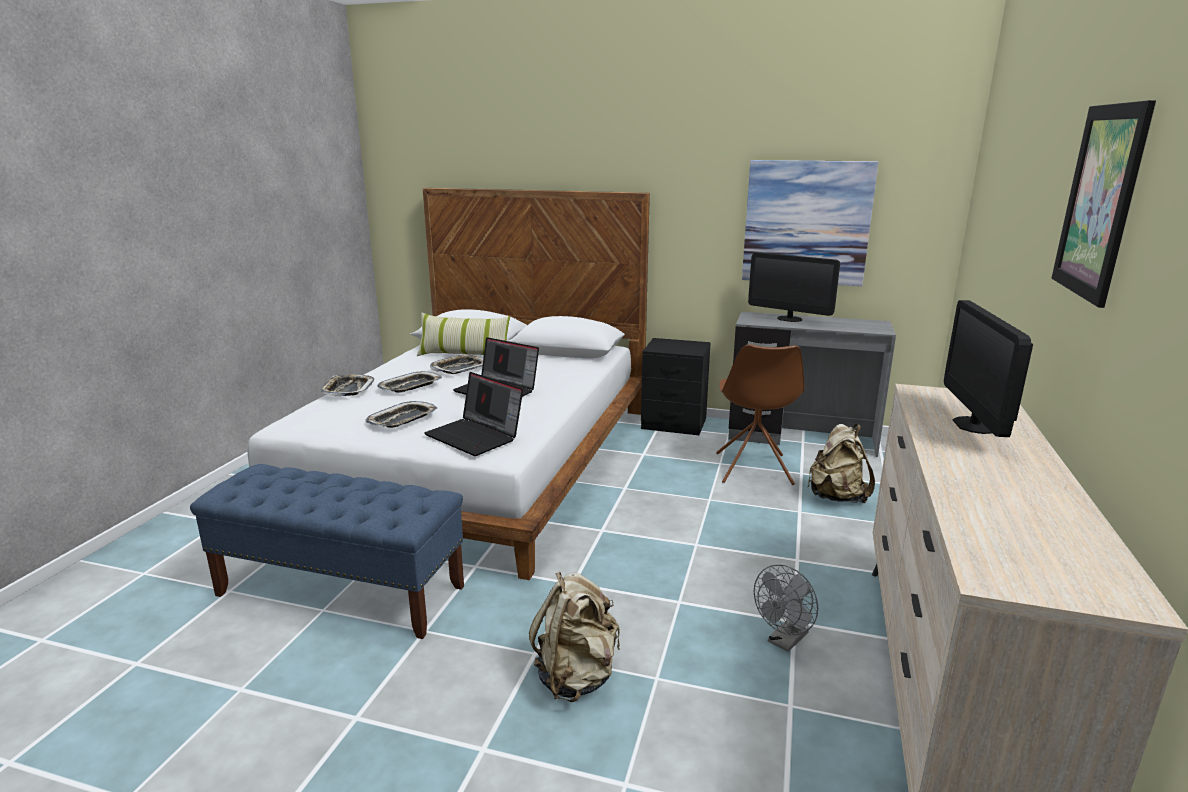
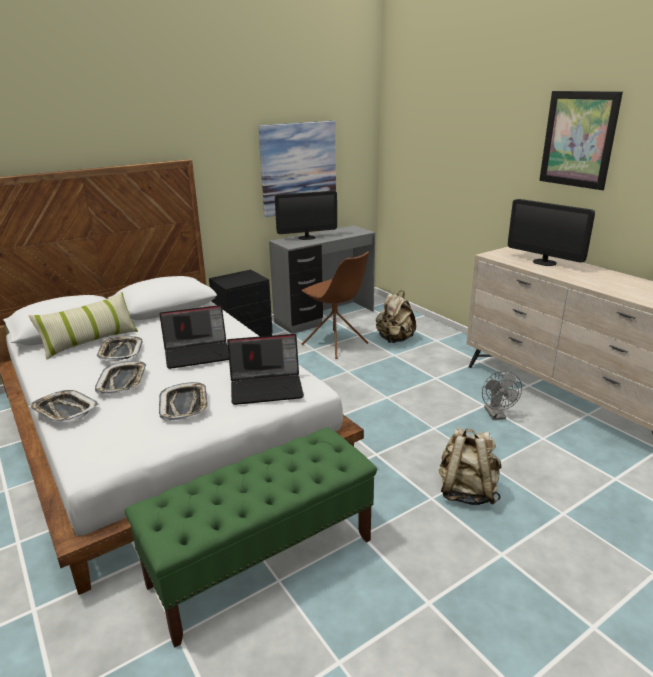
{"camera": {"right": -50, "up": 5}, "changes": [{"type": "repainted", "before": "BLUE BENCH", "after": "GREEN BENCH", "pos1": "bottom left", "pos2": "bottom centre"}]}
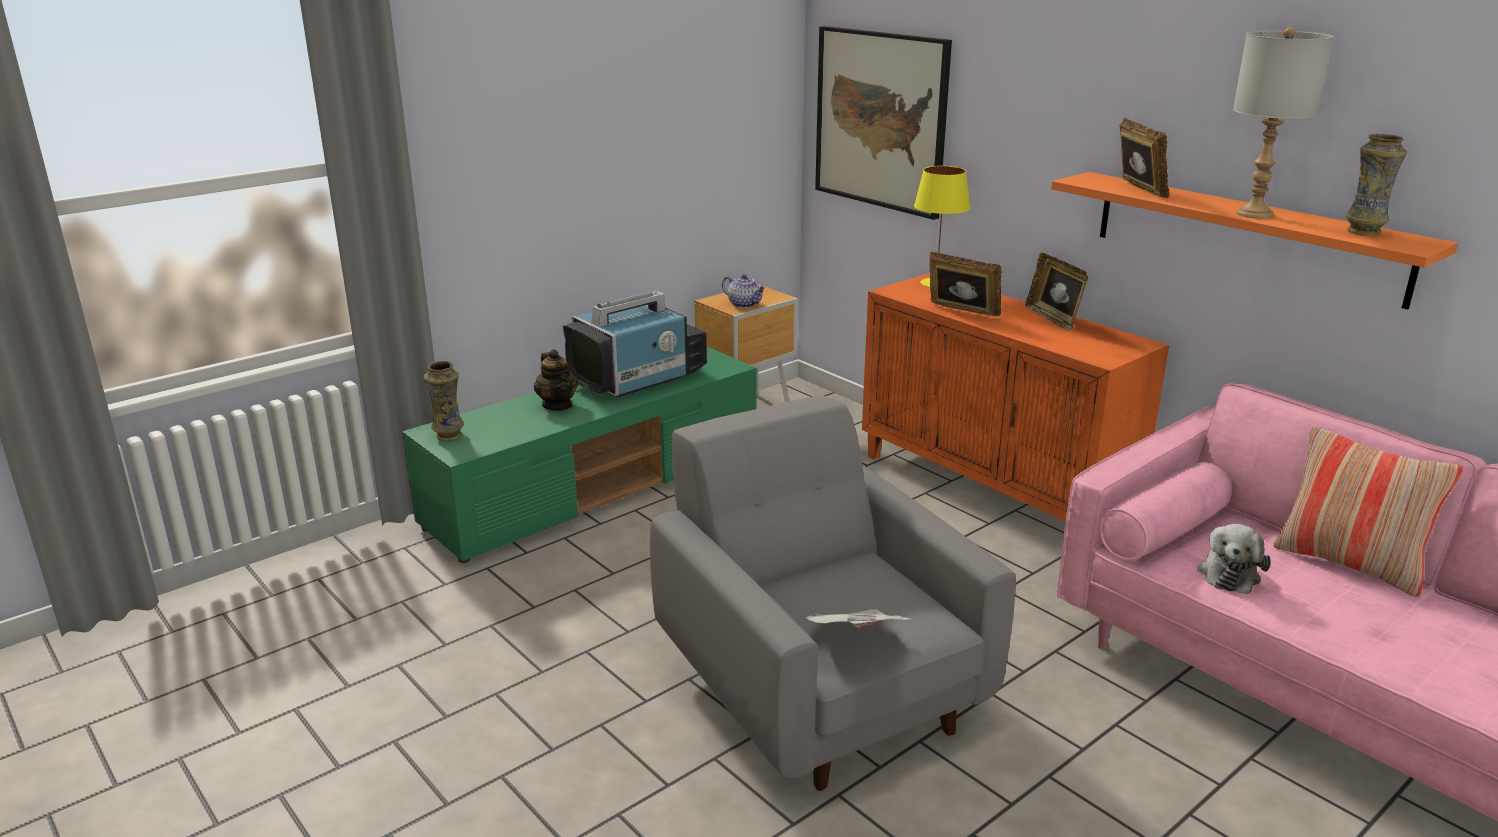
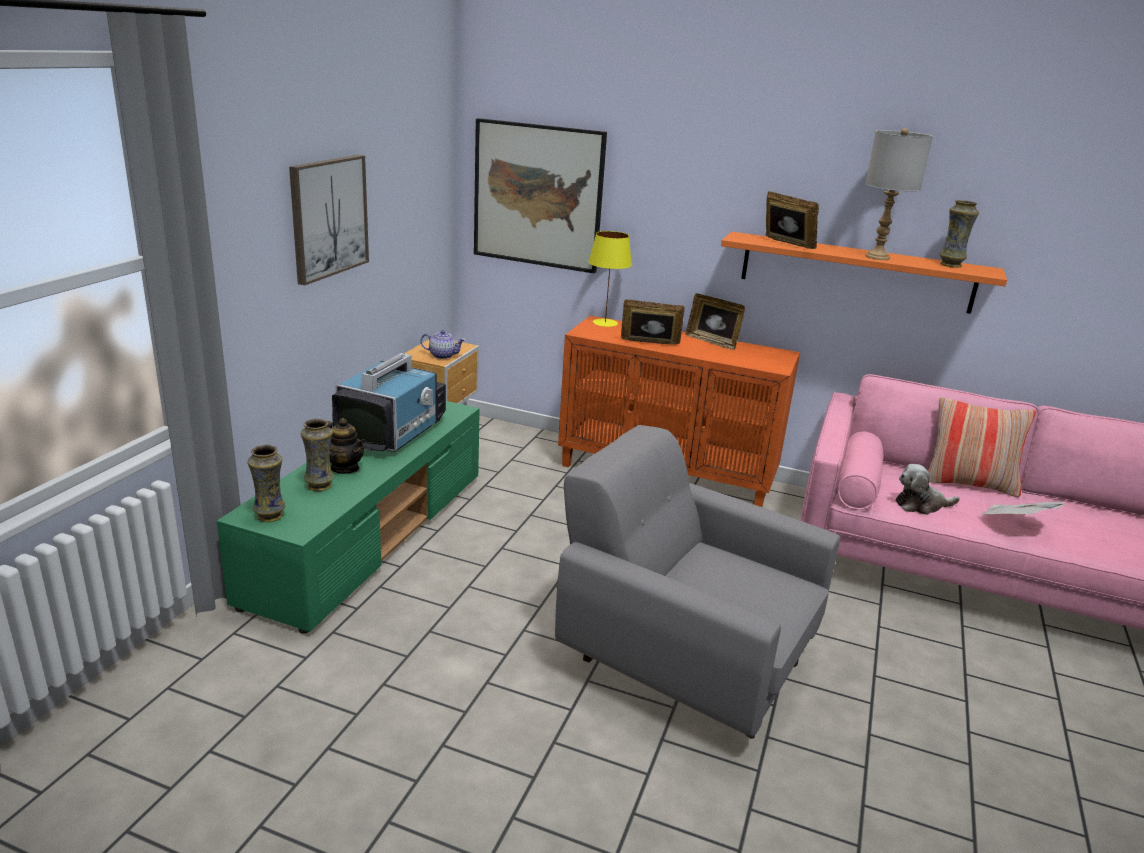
{"camera": {"right": -30, "up": 0}, "changes": [{"type": "rotated", "before": "PLUSH TOY", "pos1": "bottom right", "pos2": "middle right", "turn": 90}, {"type": "shifted", "before": "NEWSPAPER", "pos1": "bottom centre", "pos2": "middle right"}, {"type": "new", "after": "PICTURE (no. 1 from left)", "pos2": "top left"}, {"type": "new", "after": "VASE (no. 2 from left)", "pos2": "middle left"}]}
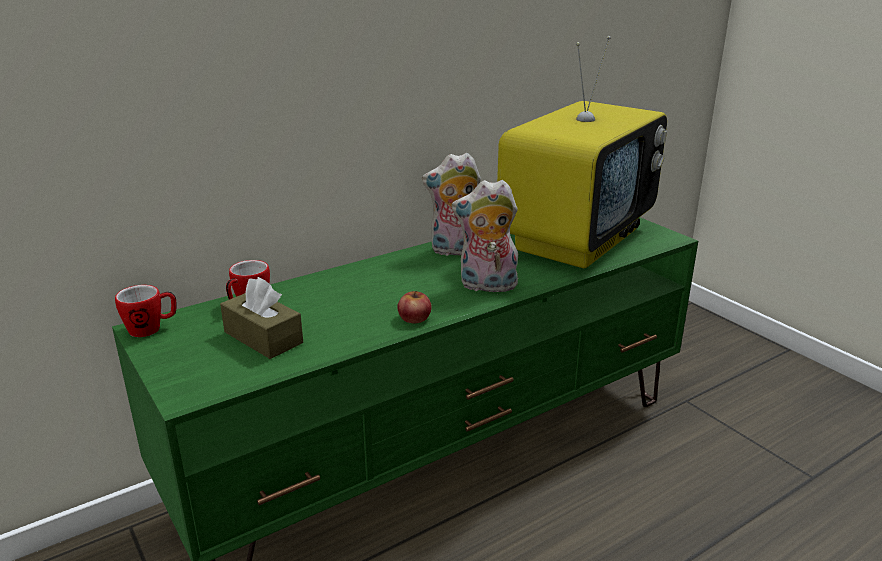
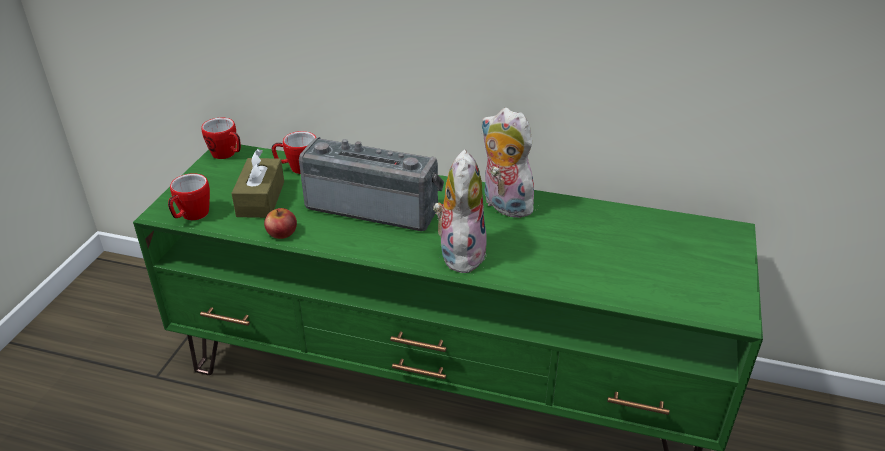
{"camera": {"right": 50, "up": 10}, "changes": [{"type": "gone", "before": "TELEVISION", "pos1": "top centre"}, {"type": "rotated", "before": "PLUSH TOY (no. 2 from left in the first image)", "pos1": "centre", "pos2": "centre", "turn": 45}, {"type": "shifted", "before": "APPLE", "pos1": "centre", "pos2": "middle left"}, {"type": "new", "after": "RADIO", "pos2": "centre"}, {"type": "new", "after": "MUG (no. 1 from left)", "pos2": "middle left"}]}
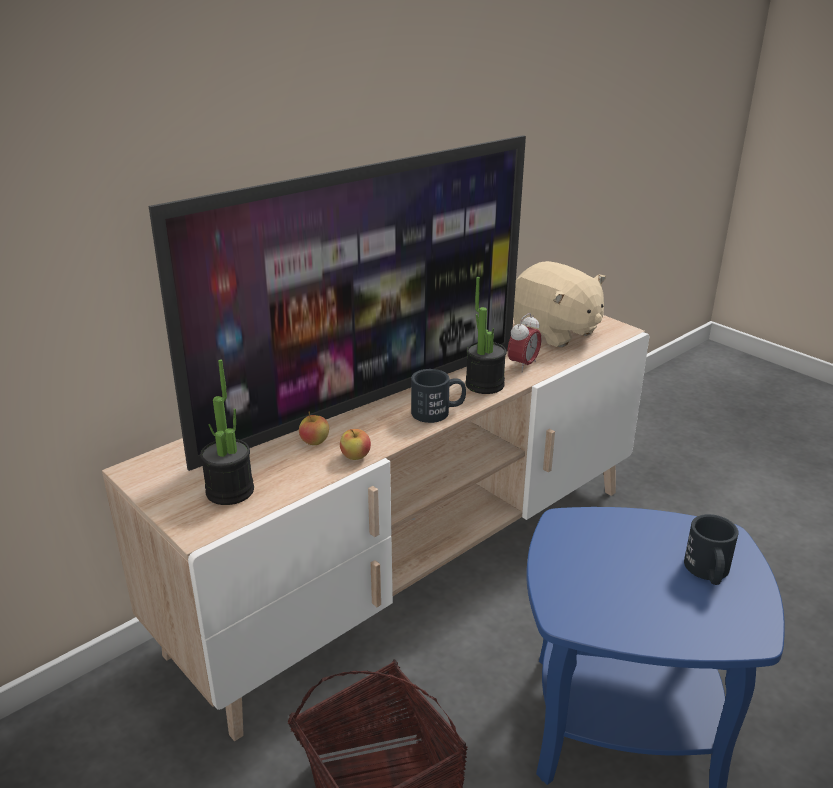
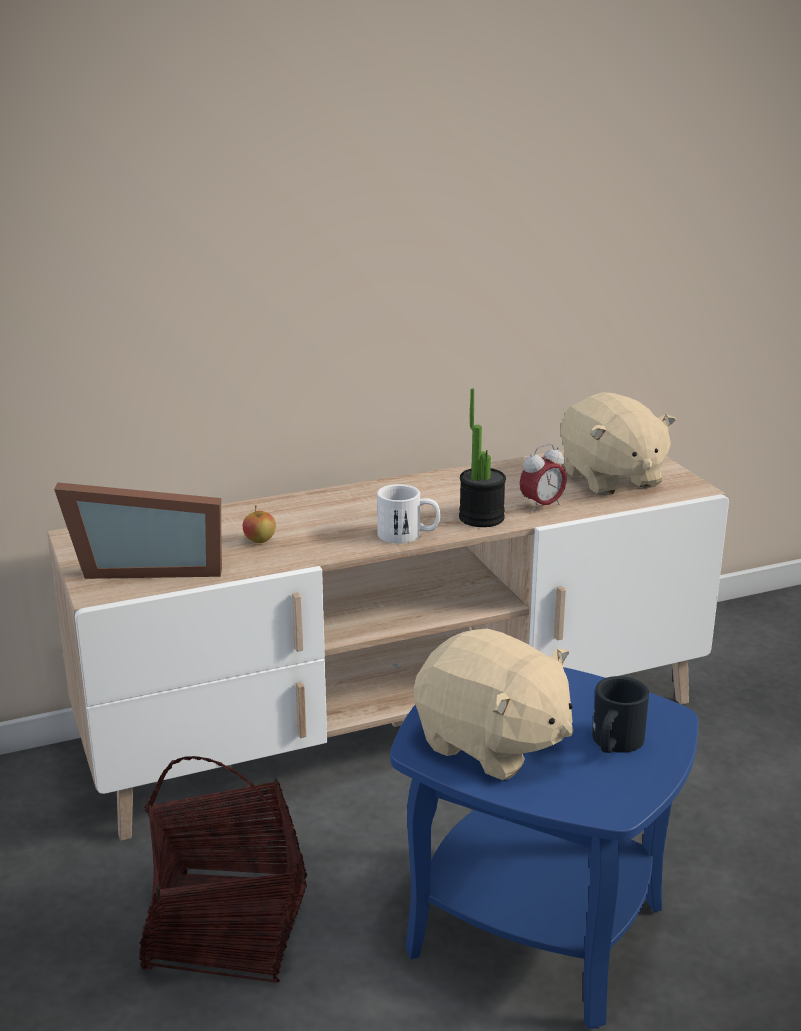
{"camera": {"right": 20, "up": -5}, "changes": [{"type": "gone", "before": "TELEVISION", "pos1": "centre"}, {"type": "swapped", "before": "POTTED PLANT (no. 1 from left)", "after": "PICTURE FRAME", "pos1": "middle left", "pos2": "middle left"}, {"type": "repainted", "before": "BLACK MUG (no. 1 from left)", "after": "WHITE MUG", "pos1": "centre", "pos2": "centre"}, {"type": "gone", "before": "APPLE (no. 2 from left)", "pos1": "centre"}, {"type": "new", "after": "BEIGE PLUSH TOY (no. 1 from left)", "pos2": "bottom centre"}]}
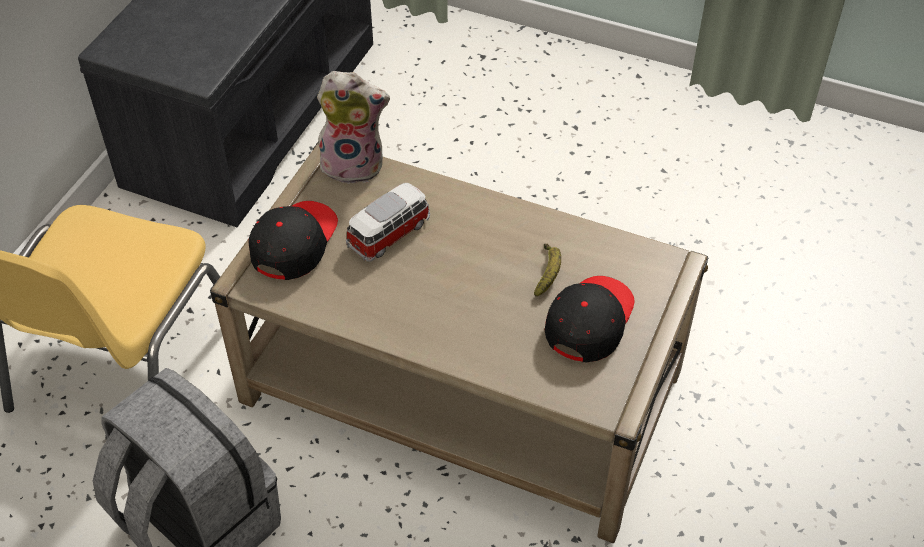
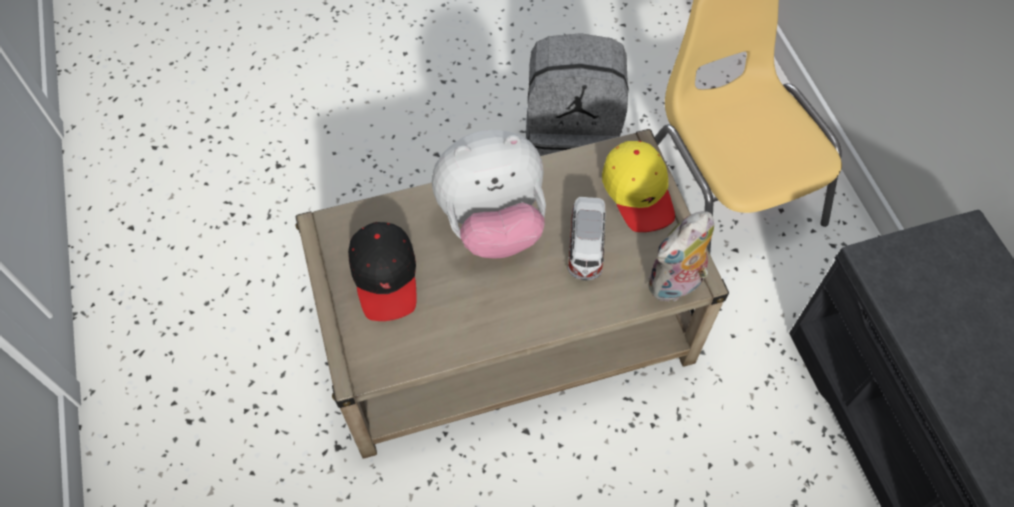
{"camera": {"right": 140, "up": 10}, "changes": [{"type": "repainted", "before": "BLACK CAP (no. 1 from left)", "after": "YELLOW CAP", "pos1": "middle left", "pos2": "centre"}, {"type": "gone", "before": "BANANA", "pos1": "centre"}, {"type": "new", "after": "PLUSH TOY (no. 1 from left)", "pos2": "centre"}]}
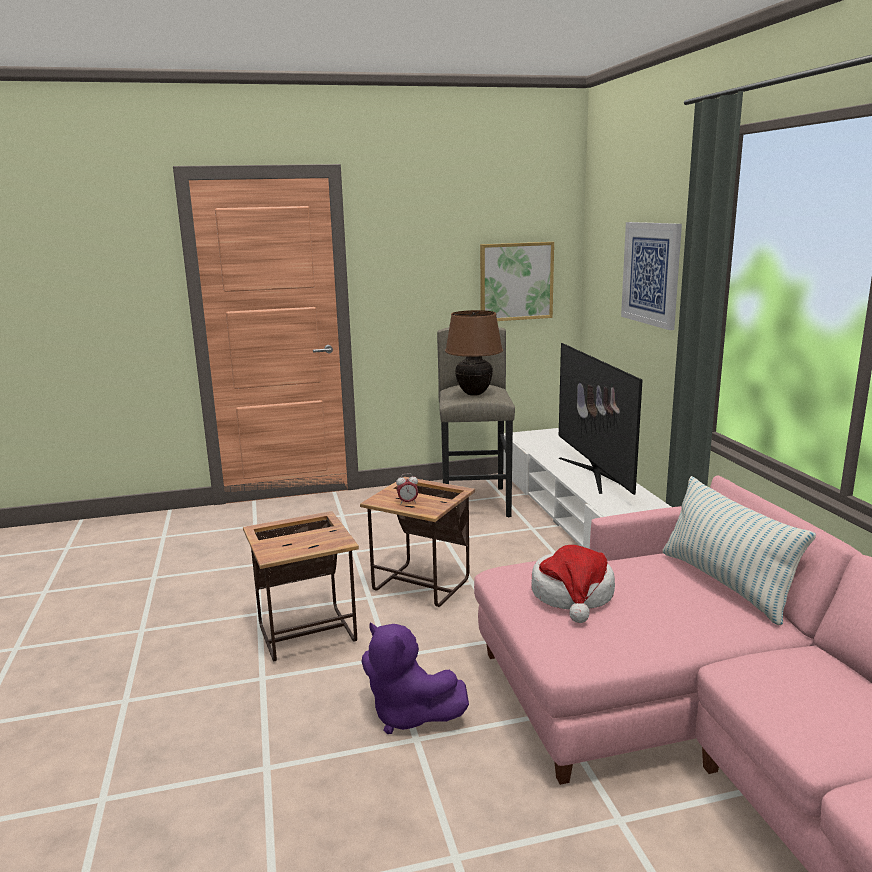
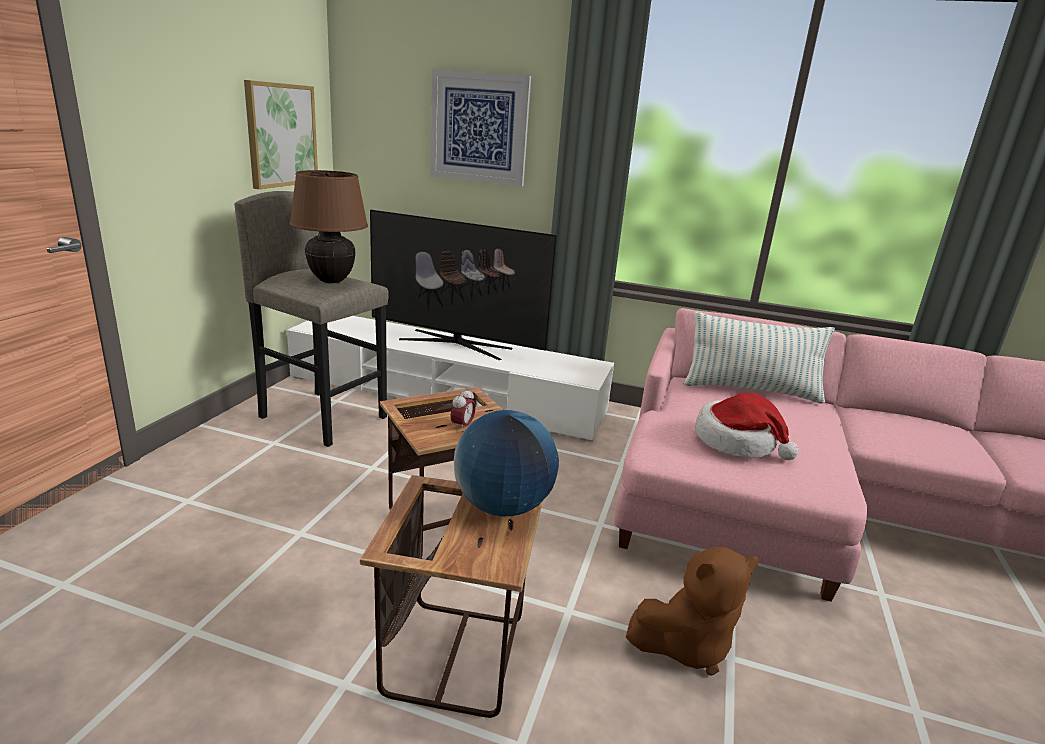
{"camera": {"right": -60, "up": 5}, "changes": [{"type": "repainted", "before": "PURPLE PLUSH TOY", "after": "BROWN PLUSH TOY", "pos1": "bottom centre", "pos2": "bottom centre"}, {"type": "new", "after": "GLOBE", "pos2": "centre"}]}
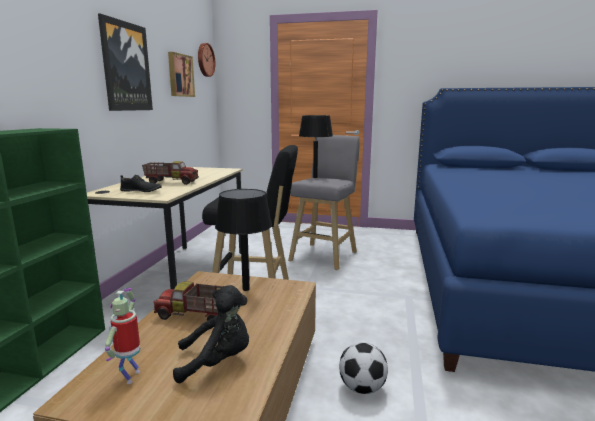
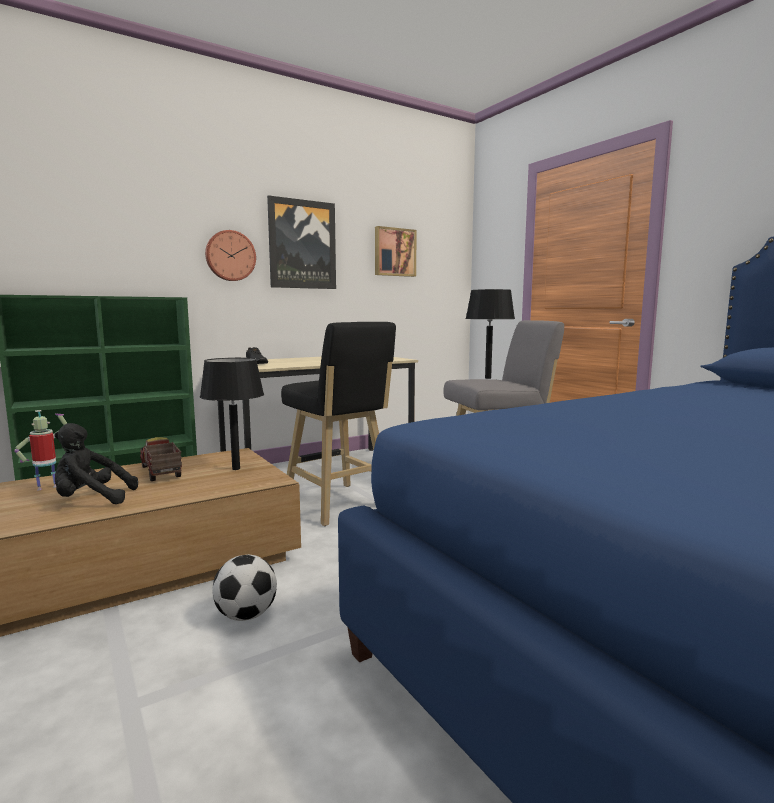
{"camera": {"right": 45, "up": -5}, "changes": [{"type": "shifted", "before": "WALL CLOCK", "pos1": "top centre", "pos2": "top left"}, {"type": "gone", "before": "TOY TRUCK (no. 1 from left)", "pos1": "middle left"}, {"type": "rotated", "before": "BLACK PLUSH TOY", "pos1": "bottom centre", "pos2": "middle left", "turn": 135}]}
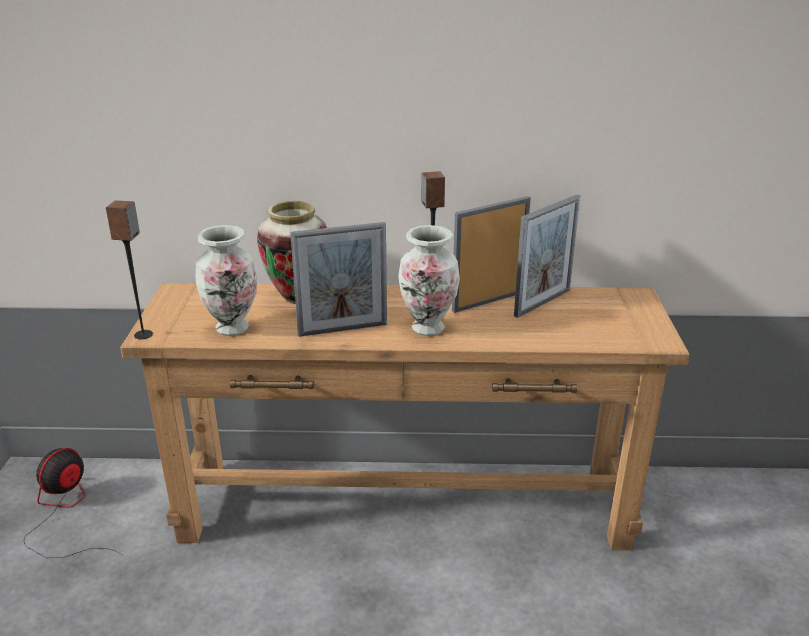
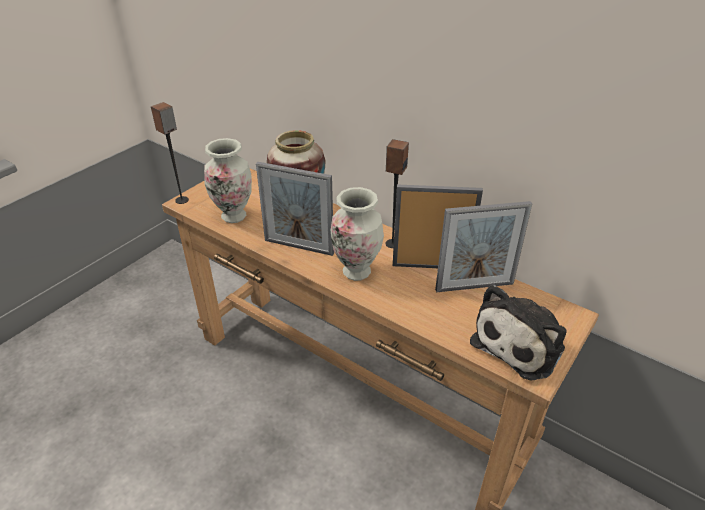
{"camera": {"right": 35, "up": 10}, "changes": [{"type": "gone", "before": "FAN", "pos1": "bottom left"}, {"type": "new", "after": "PLUSH TOY", "pos2": "middle right"}]}
